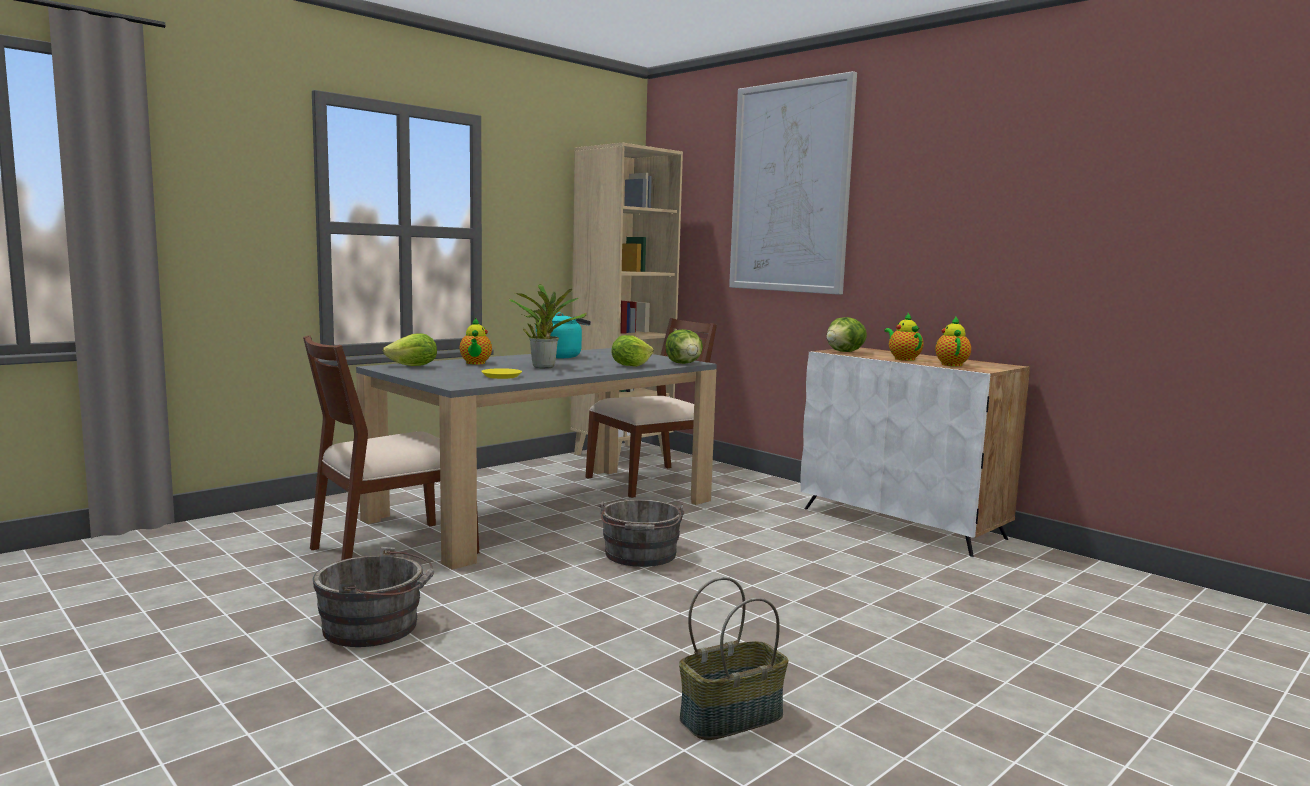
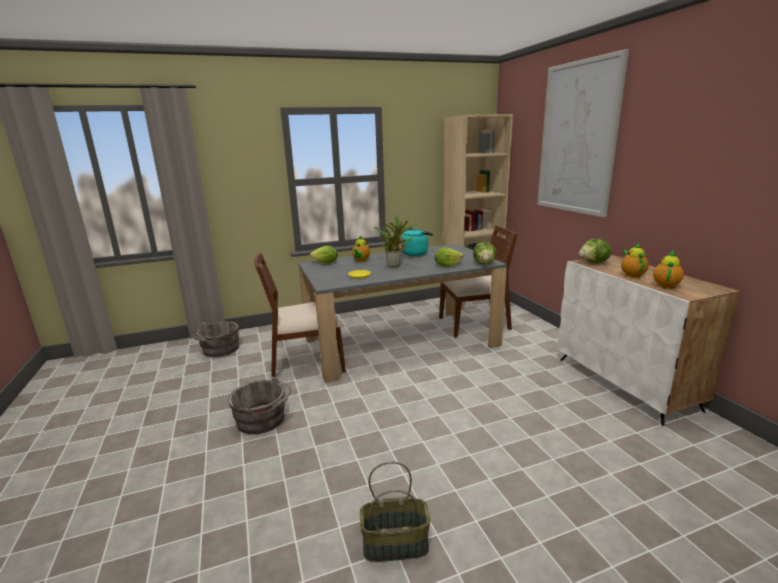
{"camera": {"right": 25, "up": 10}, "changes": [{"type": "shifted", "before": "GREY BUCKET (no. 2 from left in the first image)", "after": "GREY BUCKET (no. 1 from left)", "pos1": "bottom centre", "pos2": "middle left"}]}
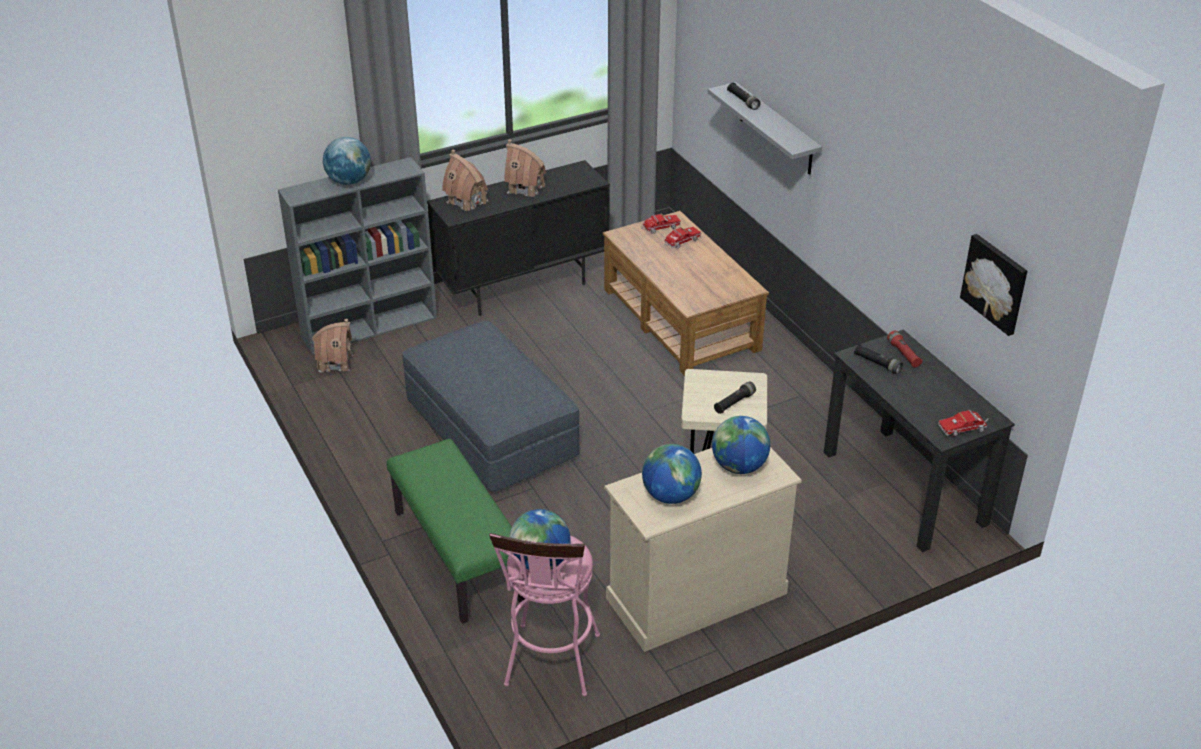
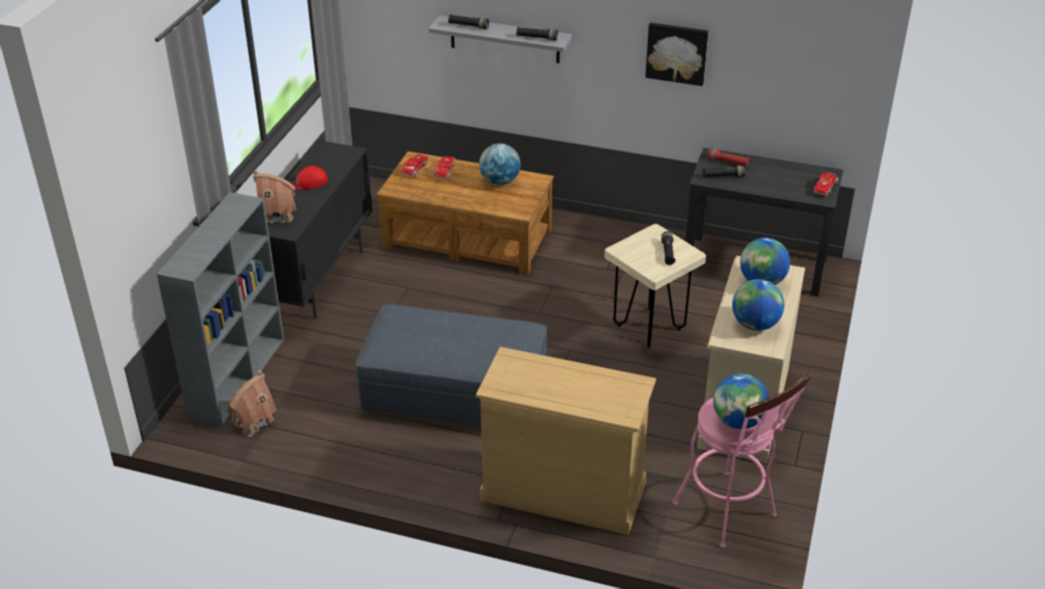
{"camera": {"right": -45, "up": 0}, "changes": [{"type": "shifted", "before": "GLOBE (no. 1 from left)", "pos1": "top left", "pos2": "top centre"}, {"type": "swapped", "before": "TOY HOUSE (no. 3 from left)", "after": "RED CAP", "pos1": "top centre", "pos2": "top left"}, {"type": "shifted", "before": "PICTURE", "pos1": "middle right", "pos2": "top centre"}, {"type": "swapped", "before": "GREEN BENCH", "after": "BEIGE DRESSER (no. 1 from left)", "pos1": "bottom centre", "pos2": "bottom centre"}, {"type": "new", "after": "BLACK FLASHLIGHT (no. 2 from left)", "pos2": "top centre"}]}
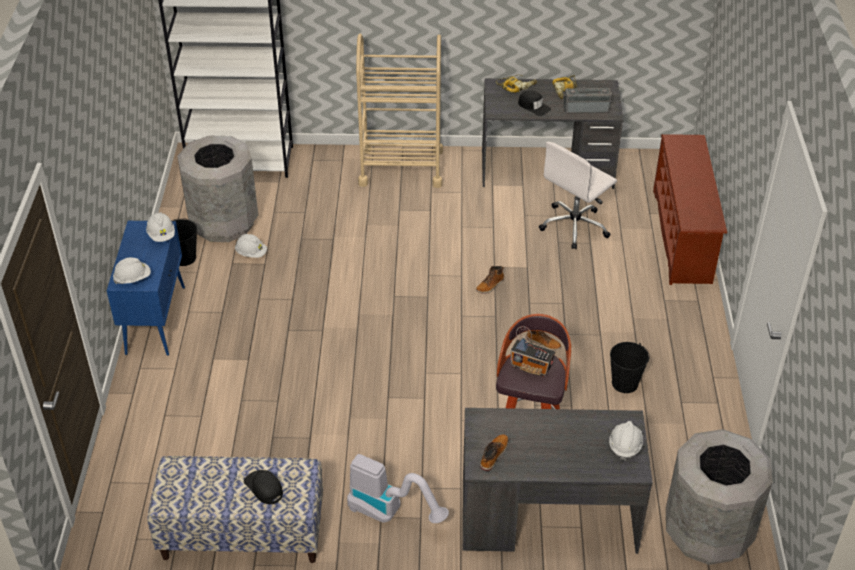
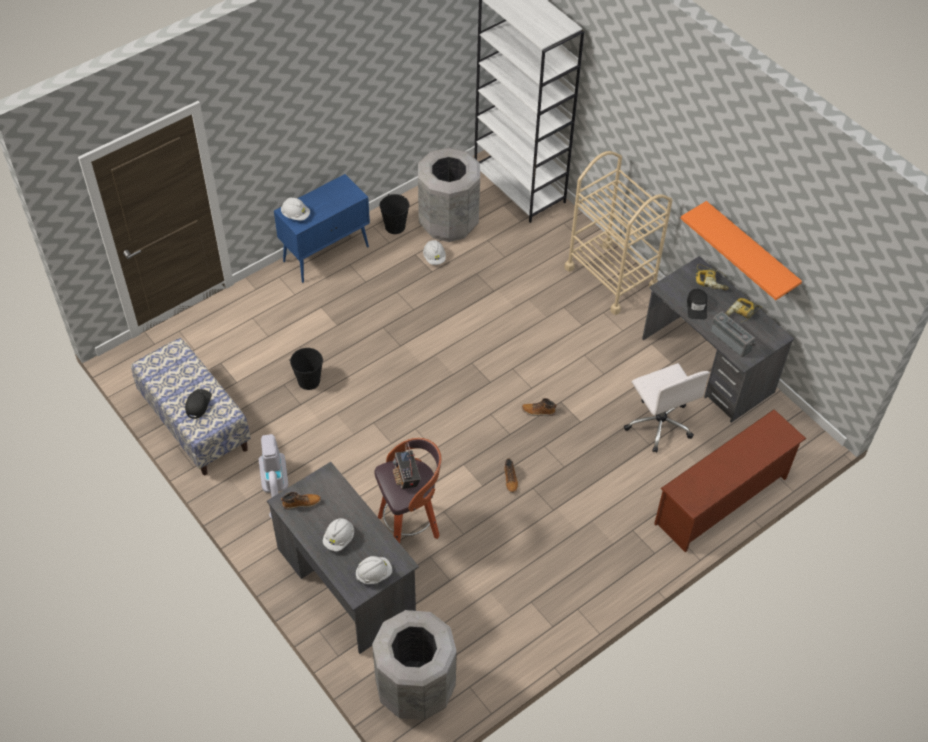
{"camera": {"right": 50, "up": 10}, "changes": [{"type": "rotated", "before": "WHITE OFFICE CHAIR", "pos1": "middle right", "pos2": "middle right", "turn": -120}, {"type": "shifted", "before": "WHITE HARD HAT (no. 2 from left)", "pos1": "middle left", "pos2": "bottom centre"}, {"type": "shifted", "before": "BLACK BUCKET (no. 2 from left in the first image)", "after": "BLACK BUCKET (no. 1 from left)", "pos1": "middle right", "pos2": "middle left"}, {"type": "new", "after": "ORANGE SHELF", "pos2": "middle right"}]}
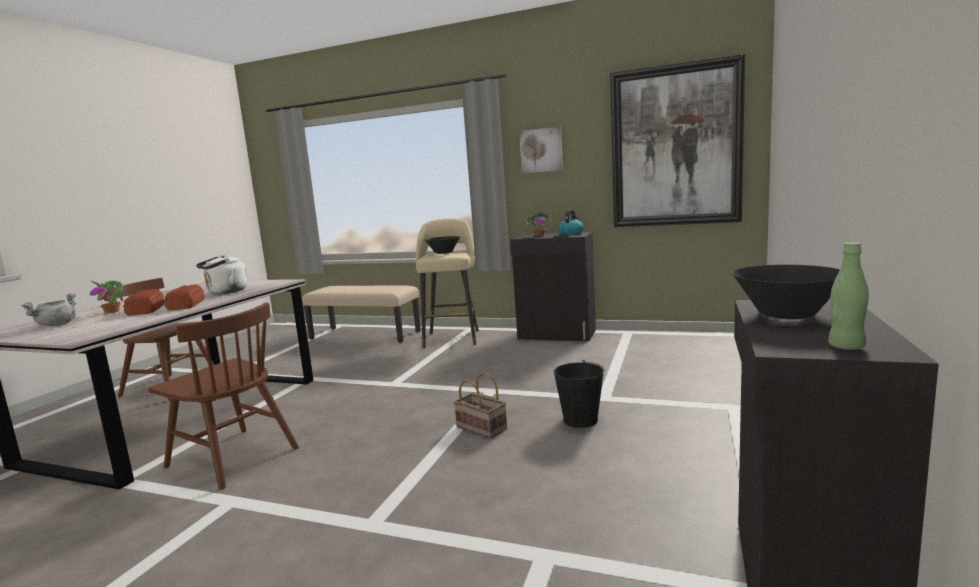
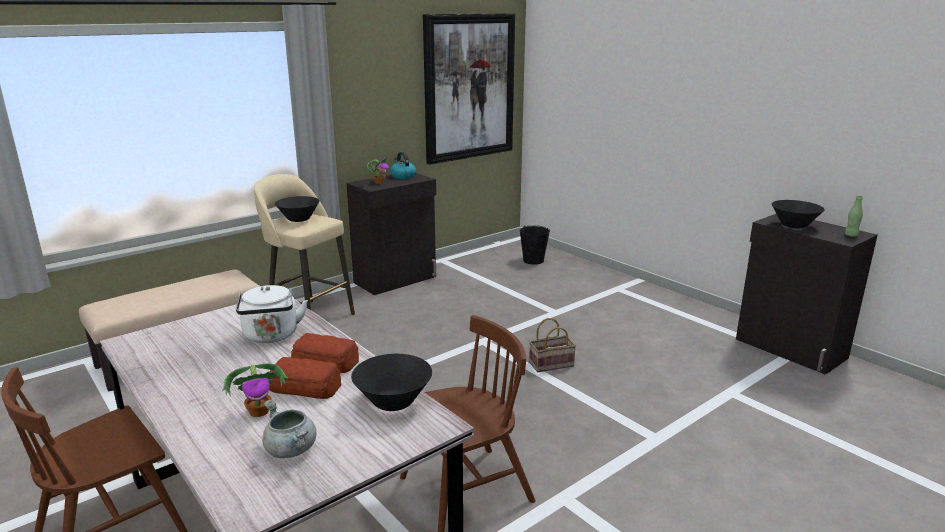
{"camera": {"right": -60, "up": 10}, "changes": [{"type": "gone", "before": "PICTURE (no. 1 from left)", "pos1": "top centre"}, {"type": "shifted", "before": "BLACK BUCKET", "pos1": "bottom centre", "pos2": "centre"}, {"type": "new", "after": "BLACK BOWL (no. 2 from left)", "pos2": "bottom centre"}]}
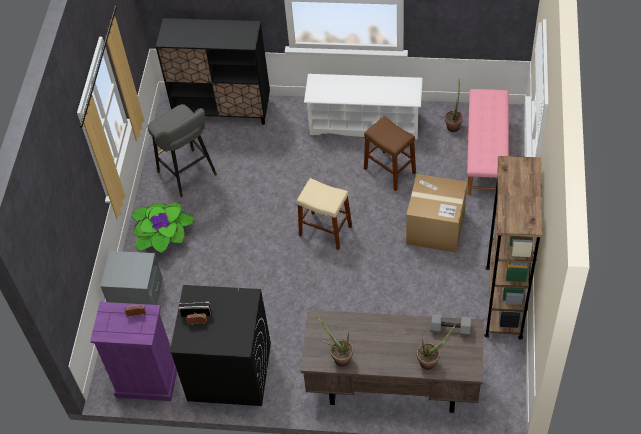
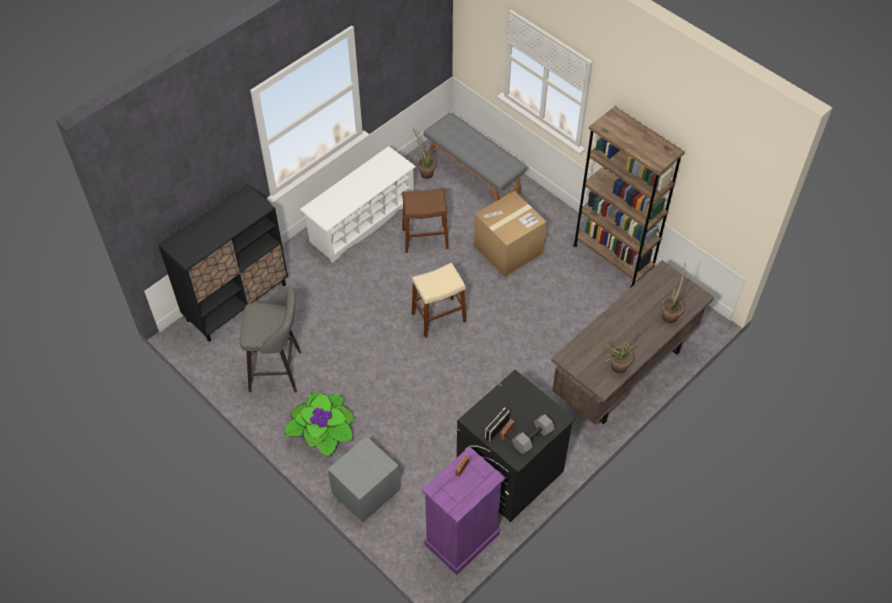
{"camera": {"right": -55, "up": 0}, "changes": [{"type": "repainted", "before": "PINK BENCH", "after": "GREY BENCH", "pos1": "top right", "pos2": "top centre"}, {"type": "shifted", "before": "GREY DUMBBELL", "pos1": "bottom right", "pos2": "bottom centre"}]}
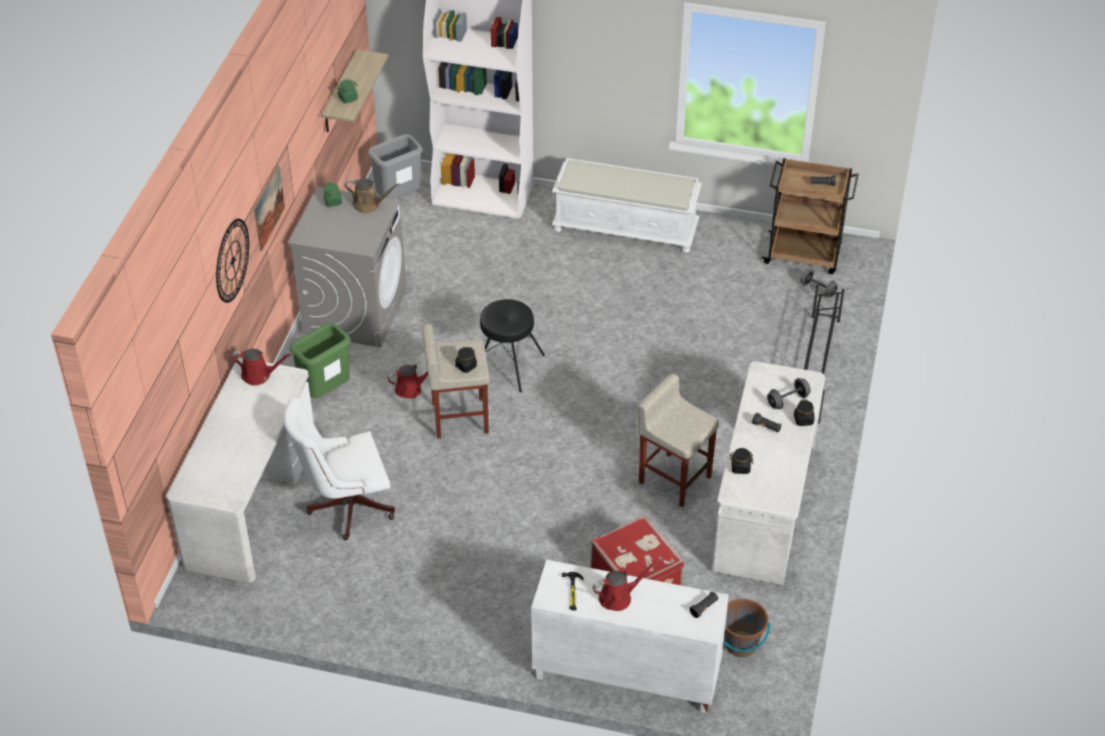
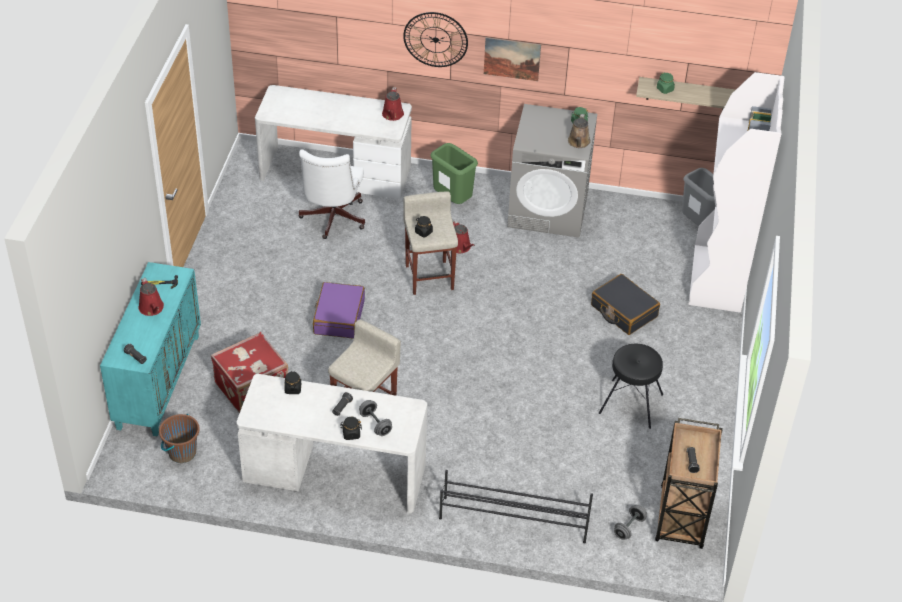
{"camera": {"right": 85, "up": 0}, "changes": [{"type": "gone", "before": "WHITE BENCH", "pos1": "top centre"}, {"type": "shifted", "before": "BLACK STOOL", "pos1": "centre", "pos2": "middle right"}, {"type": "rotated", "before": "WHITE OFFICE CHAIR", "pos1": "middle left", "pos2": "top centre", "turn": -150}, {"type": "repainted", "before": "WHITE CABINET", "after": "TURQUOISE CABINET", "pos1": "bottom centre", "pos2": "middle left"}, {"type": "new", "after": "BLACK SUITCASE", "pos2": "middle right"}, {"type": "new", "after": "PURPLE SUITCASE", "pos2": "centre"}]}
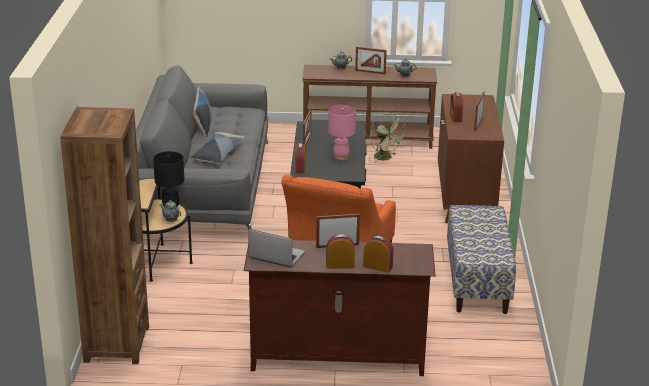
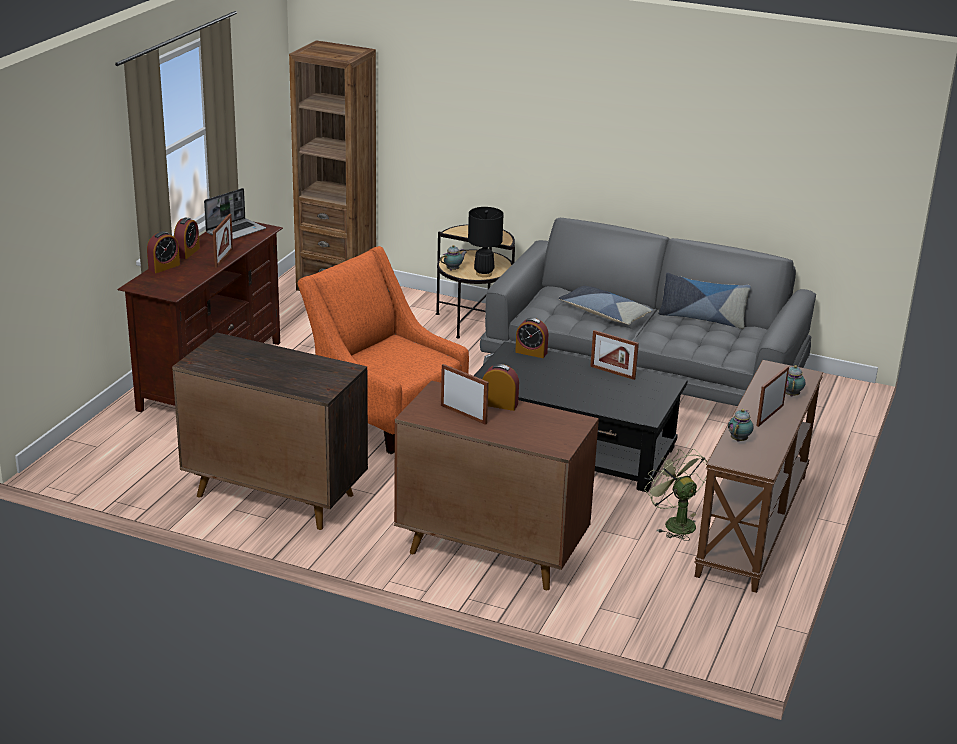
{"camera": {"right": 110, "up": 0}, "changes": [{"type": "gone", "before": "PINK TABLE LAMP", "pos1": "centre"}, {"type": "rotated", "before": "GREEN FAN", "pos1": "centre", "pos2": "middle right", "turn": 75}, {"type": "swapped", "before": "BENCH", "after": "BROWN CABINET (no. 1 from left)", "pos1": "bottom right", "pos2": "middle left"}]}
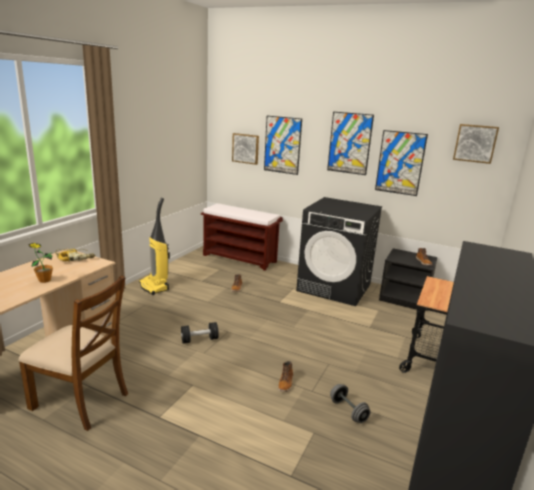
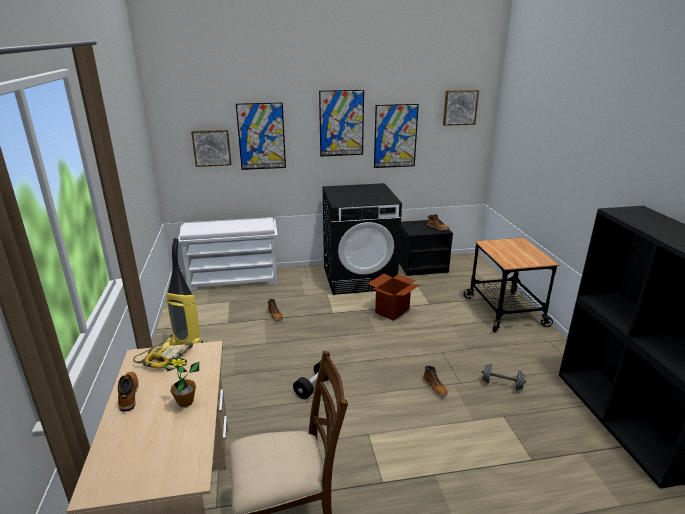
{"camera": {"right": -35, "up": 5}, "changes": [{"type": "repainted", "before": "BROWN BENCH", "after": "WHITE BENCH", "pos1": "centre", "pos2": "middle left"}, {"type": "new", "after": "CARDBOARD BOX", "pos2": "centre"}, {"type": "new", "after": "BOOT (no. 1 from left)", "pos2": "bottom left"}]}
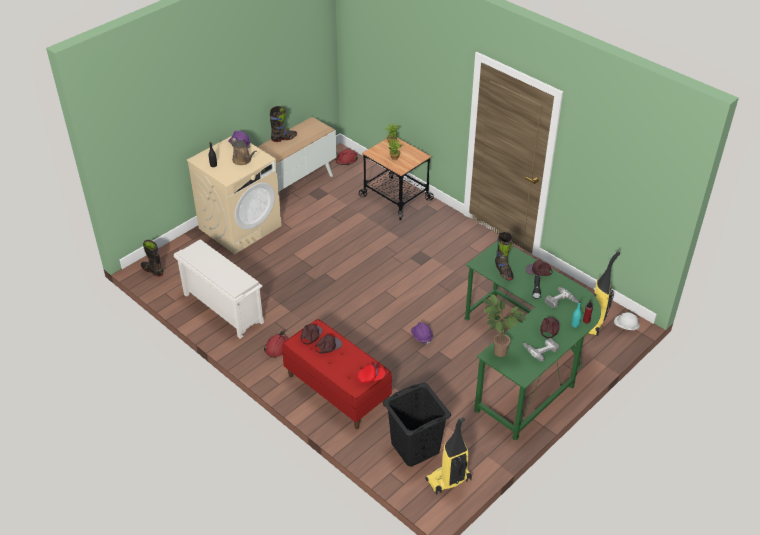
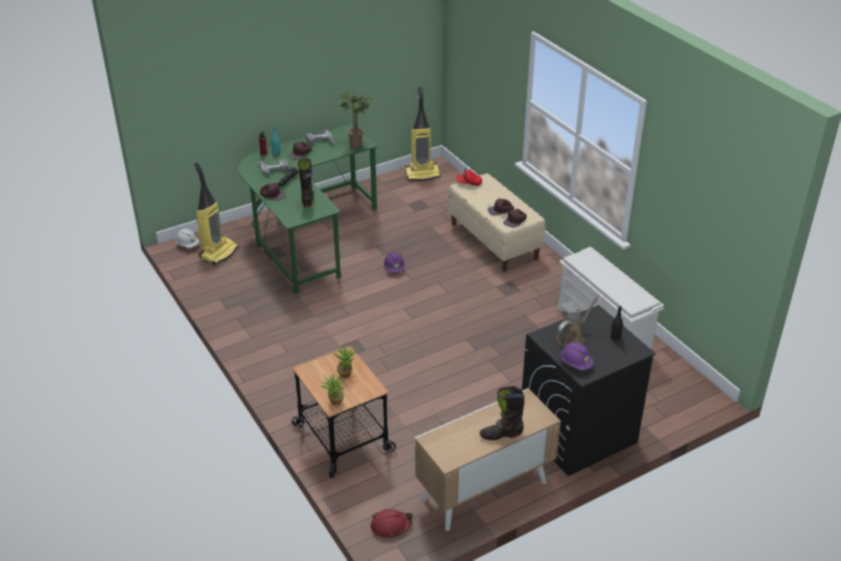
{"camera": {"right": -165, "up": -5}, "changes": [{"type": "repainted", "before": "BEIGE WASHING MACHINE", "after": "BLACK WASHING MACHINE", "pos1": "middle left", "pos2": "bottom right"}, {"type": "rotated", "before": "BROWN WATERING CAN", "pos1": "top left", "pos2": "middle right", "turn": 75}, {"type": "gone", "before": "BLACK BOOT (no. 1 from left)", "pos1": "middle left"}, {"type": "repainted", "before": "RED BENCH", "after": "BEIGE BENCH", "pos1": "bottom centre", "pos2": "centre"}, {"type": "gone", "before": "RED HARD HAT (no. 1 from left)", "pos1": "centre"}, {"type": "gone", "before": "BLACK LAUNDRY BASKET", "pos1": "bottom centre"}]}
